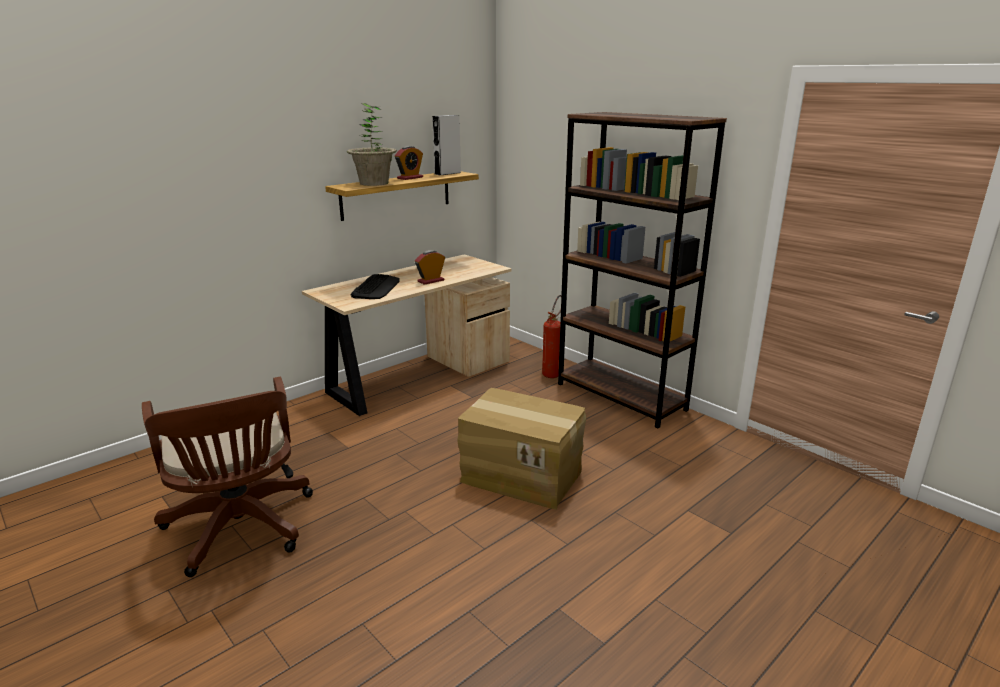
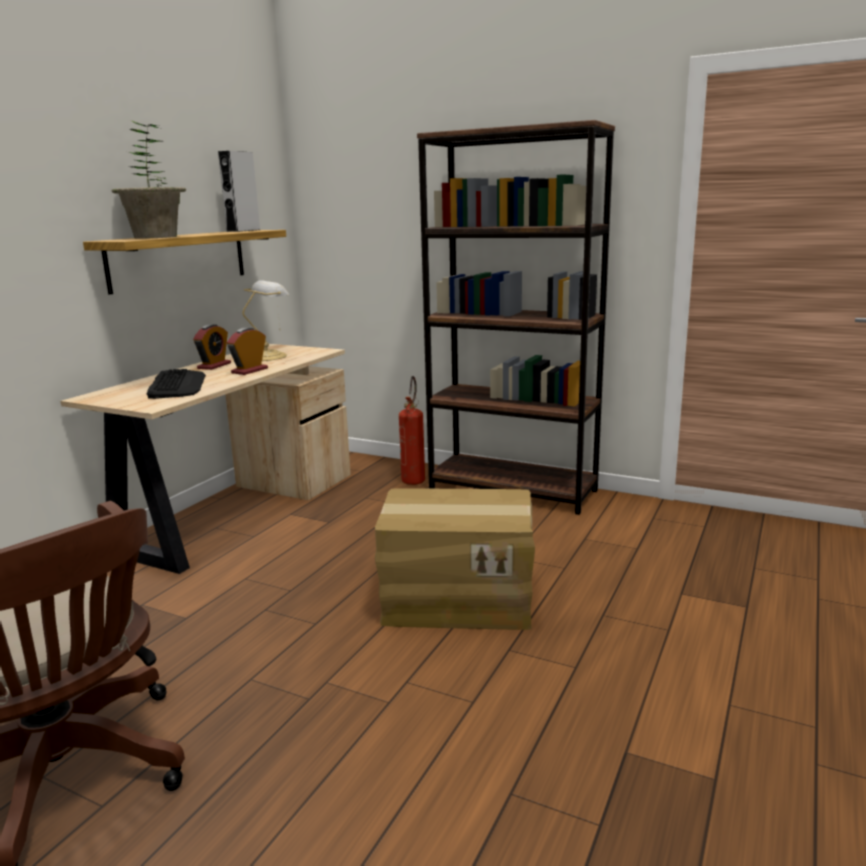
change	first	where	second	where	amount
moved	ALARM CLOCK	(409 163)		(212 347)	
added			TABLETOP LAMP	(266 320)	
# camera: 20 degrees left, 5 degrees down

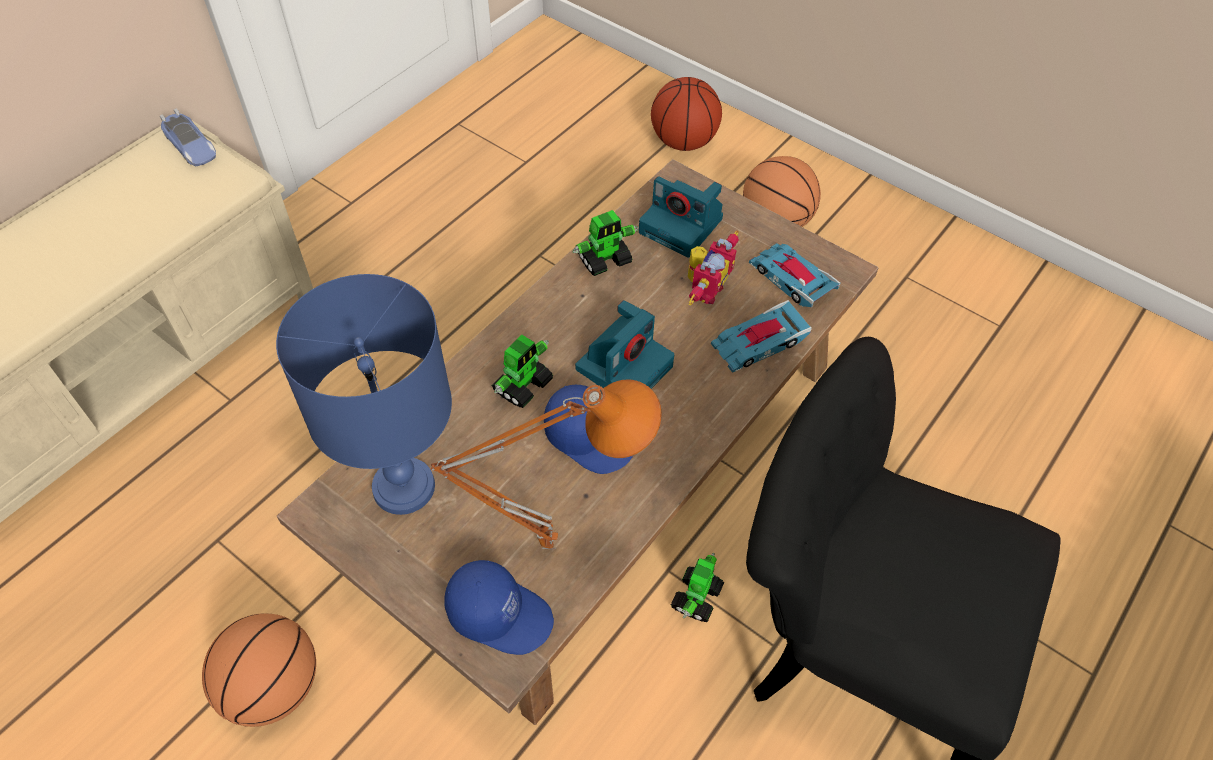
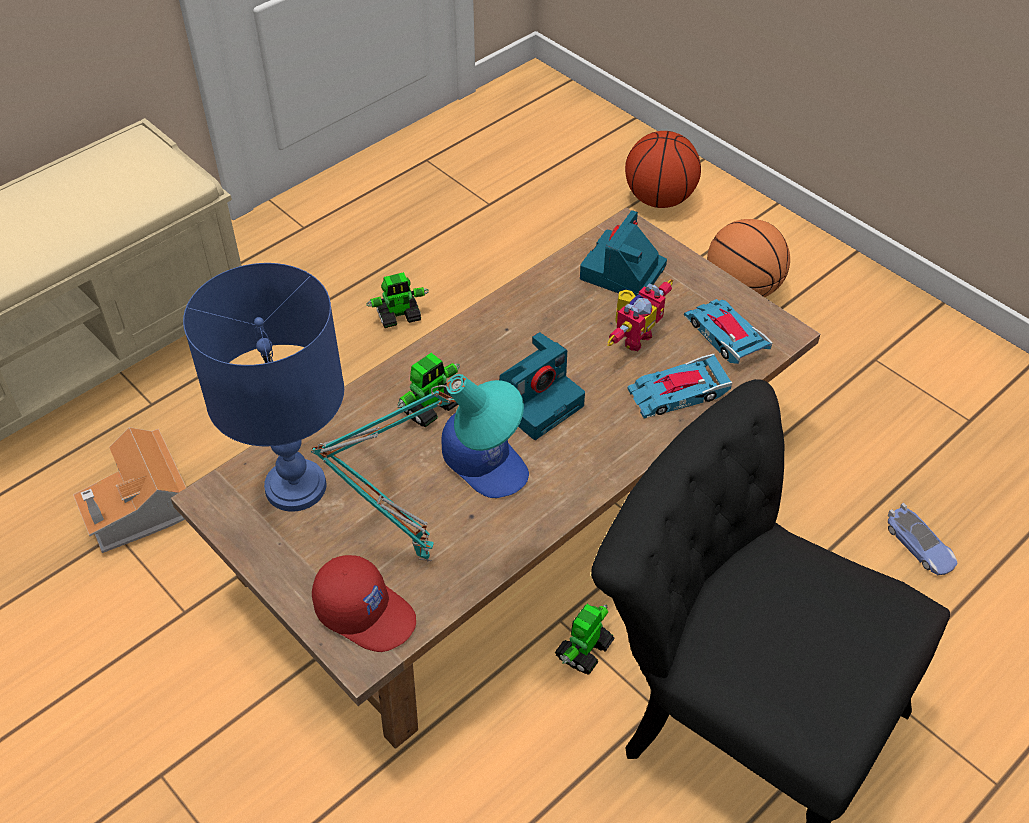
change	first	where	second	where	amount
moved	MODEL CAR	(188 137)		(923 539)	
turned	STILL CAMERA	(681 217)		(623 253)	75 degrees clockwise
moved	MODEL ROBOT	(606 243)		(397 300)	
recoloured	ORANGE TABLETOP LAMP	(546 464)	BLUE-GREEN TABLETOP LAMP	(417 468)	
recoloured	BLUISH CAP	(499 607)	REDDISH CAP	(364 603)	
removed	BASKETBALL BALL	(259 670)			
added			TOY HOUSE	(129 490)	
# camera: 10 degrees right, 5 degrees down

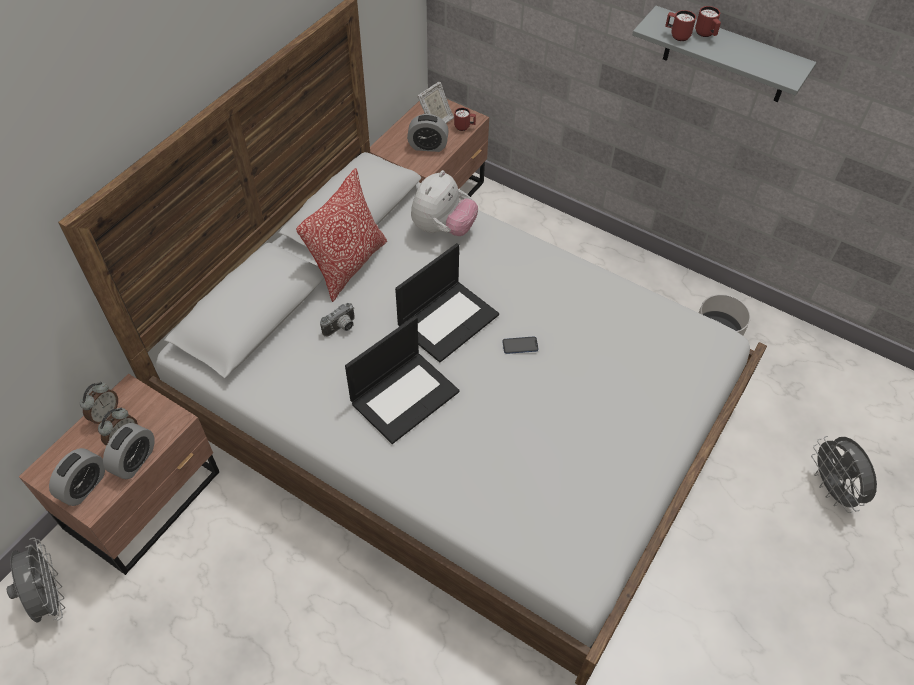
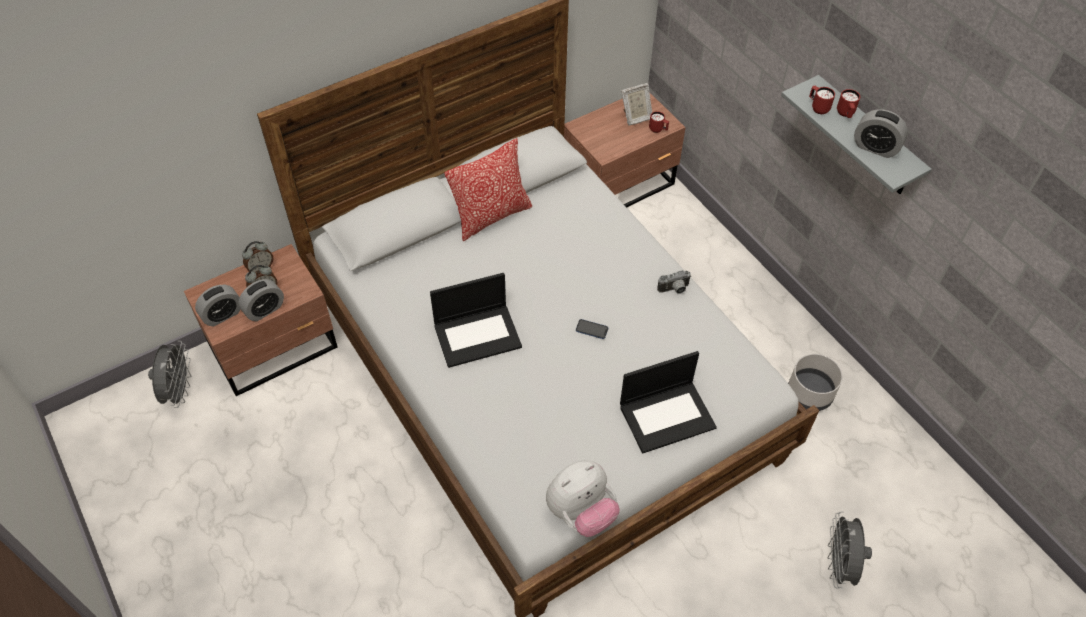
change	first	where	second	where	amount
moved	ALARM CLOCK	(428 133)		(881 133)	
moved	PLUSH TOY	(444 203)		(583 498)	
moved	NOTEBOOK COMPUTER	(447 302)		(668 402)	
moved	STILL CAMERA	(337 320)		(674 282)	
# camera: 25 degrees right, 0 degrees up

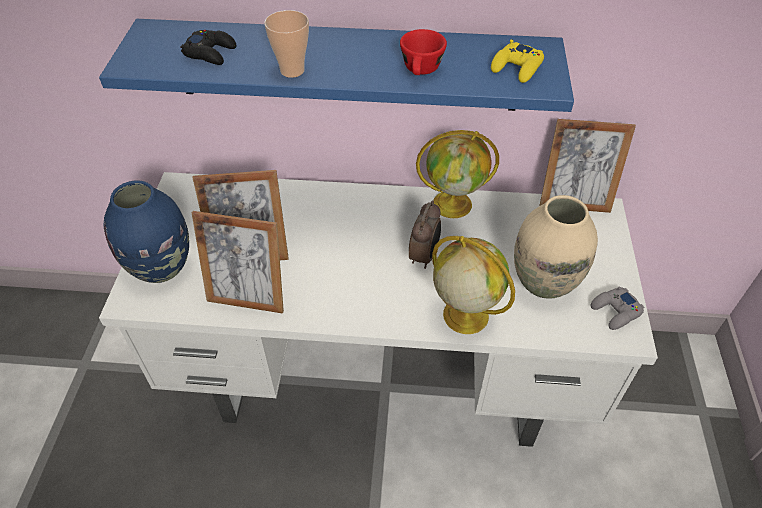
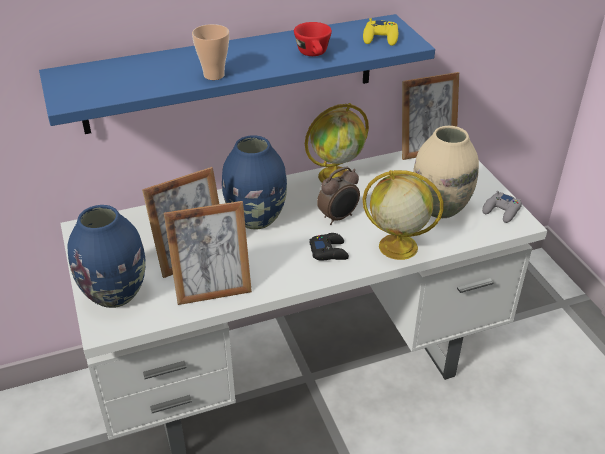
change	first	where	second	where	amount
moved	BLACKISH GAME CONTROLLER	(208 47)		(329 247)	
turned	ALARM CLOCK	(425 234)		(338 196)	60 degrees clockwise
added			BLUISH FLOWER VASE	(254 182)	
# camera: 25 degrees left, 10 degrees down

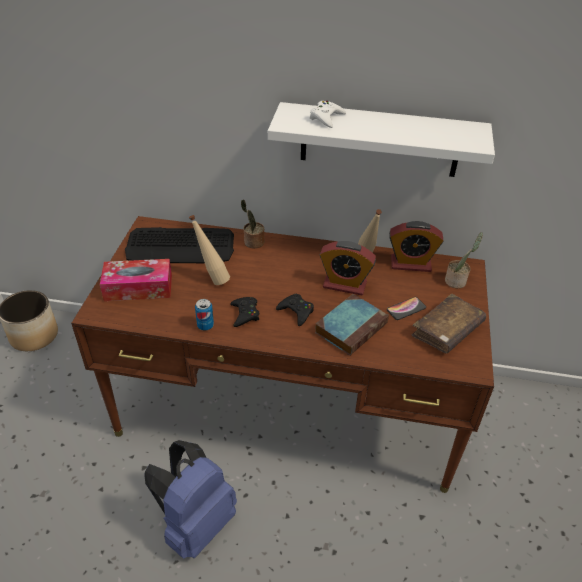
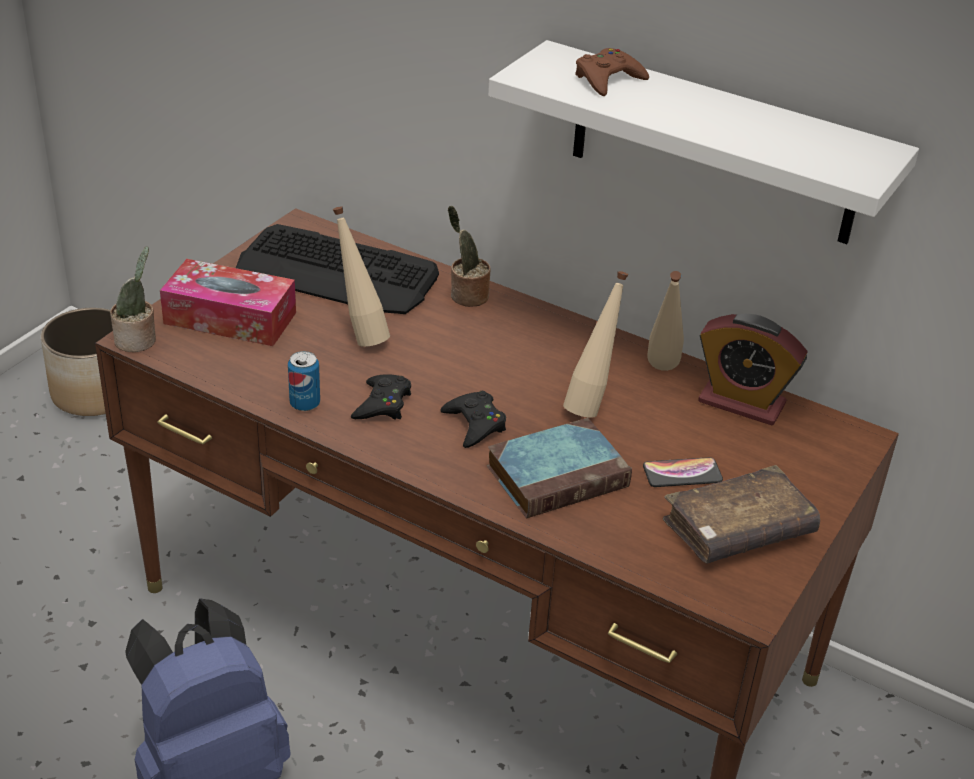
change	first	where	second	where	amount
recoloured	WHITE-COLOURED GAME CONTROLLER	(328 114)	BROWN GAME CONTROLLER	(612 72)	
moved	HOUSEPLANT	(464 260)		(133 299)	
replaced	ALARM CLOCK	(348 268)	SAND-COLOURED BEVERAGE BOTTLE	(595 344)	
# camera: 20 degrees right, 5 degrees down

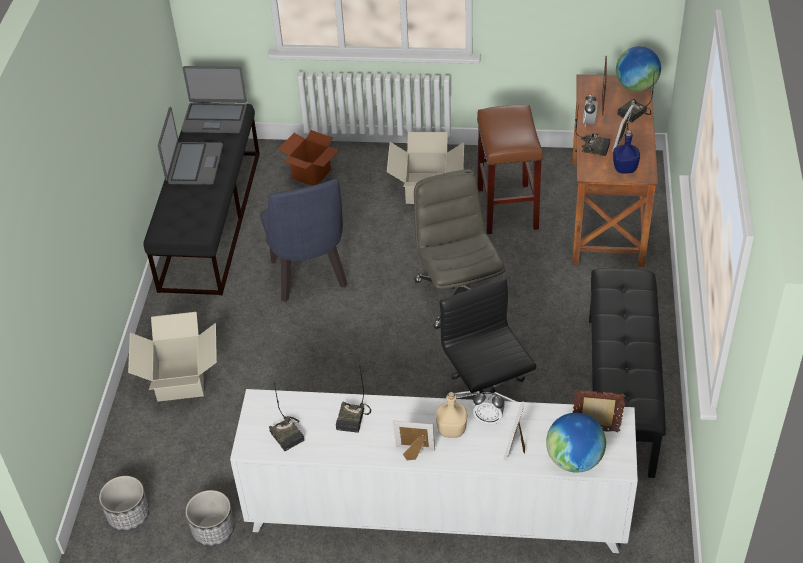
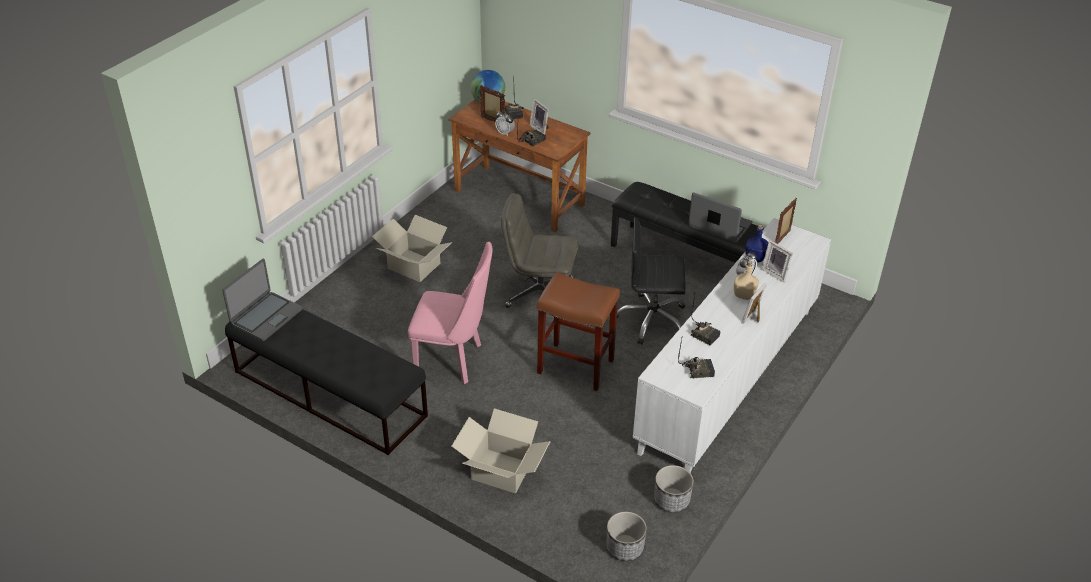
change	first	where	second	where	amount
moved	BROWN STOOL SEAT	(510 169)		(578 331)	
moved	NOTEBOOK COMPUTER	(190 146)		(720 217)	
removed	PACKING BOX	(309 158)			
moved	BLUISH BEVERAGE BOTTLE	(626 152)		(757 243)	
recoloured	BLUISH CHAIR	(304 240)	PINK CHAIR	(450 313)	
removed	GLOBE	(576 443)			
# camera: 65 degrees left, 5 degrees down

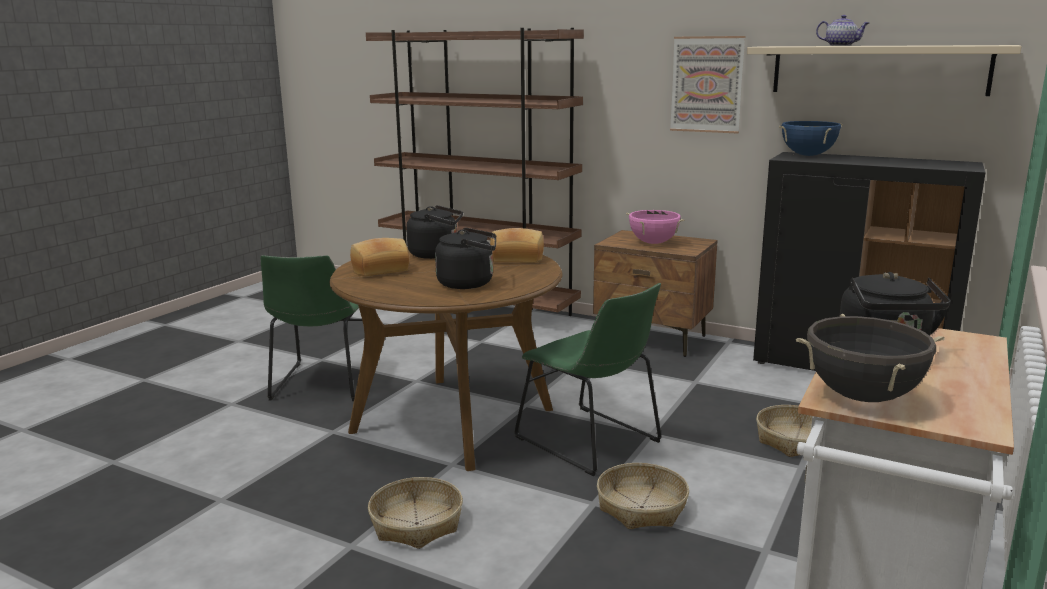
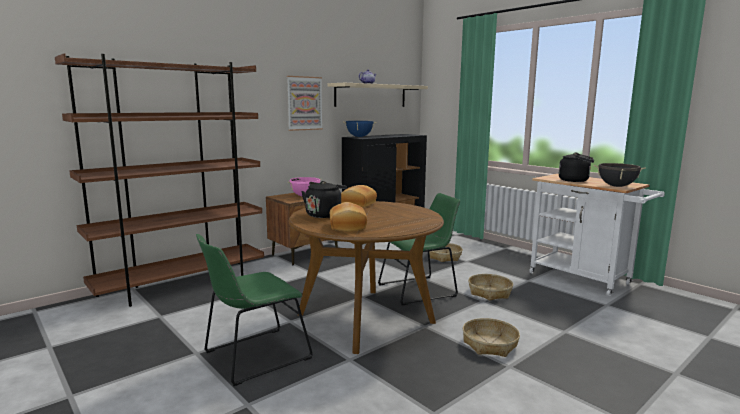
change	first	where	second	where	amount
removed	BLACKISH TEA KETTLE	(465 258)			
turned	GREENISH CHAIR	(311 328)		(254 310)	120 degrees clockwise
# camera: 70 degrees left, 5 degrees down

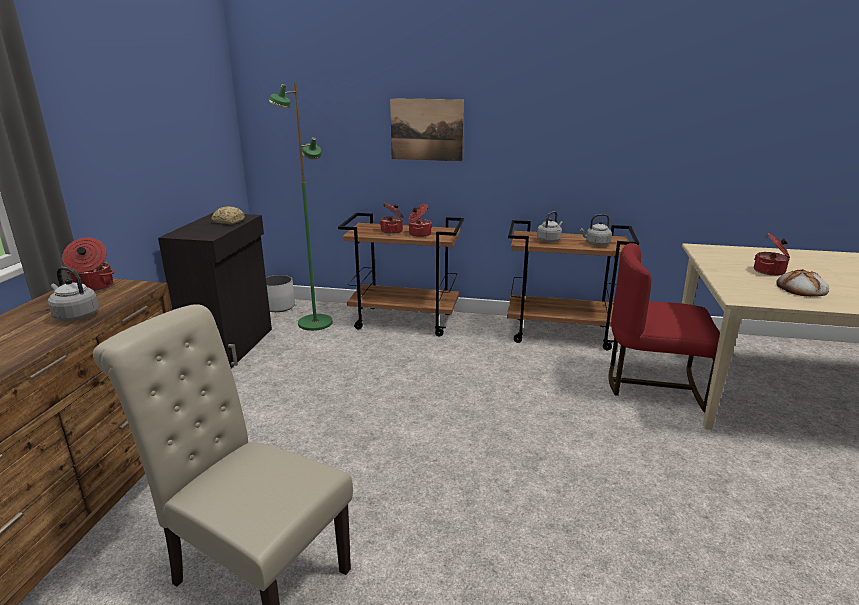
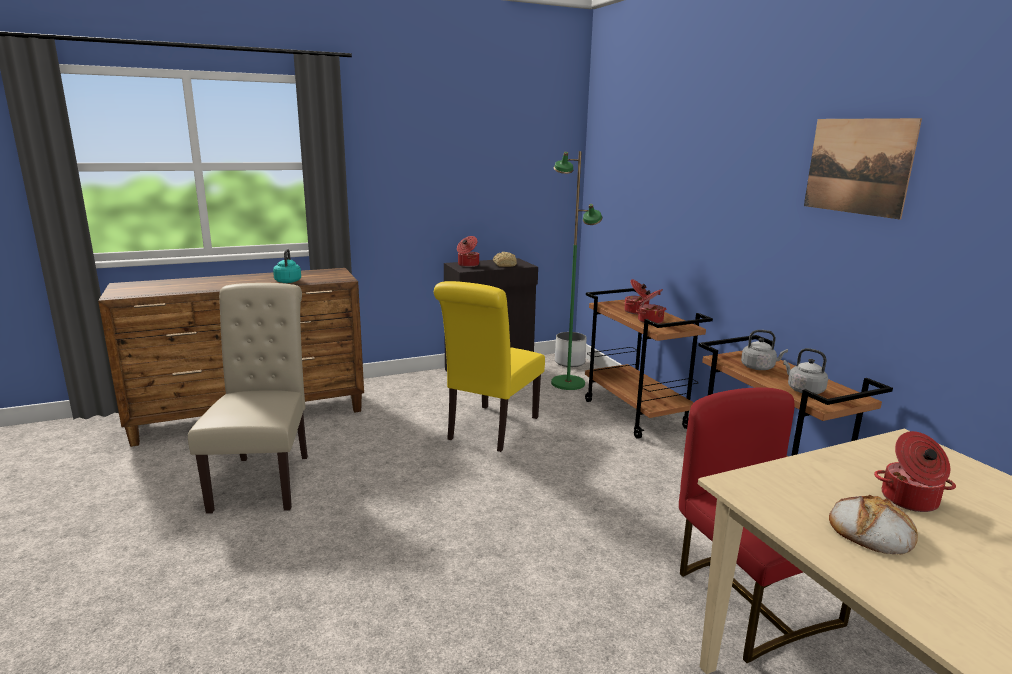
change	first	where	second	where	amount
moved	PICTURE	(427 129)		(863 168)	
moved	COOKING POT	(88 264)		(468 251)	
recoloured	GREYISH TEA KETTLE	(73 294)	BLUE-GREEN TEA KETTLE	(287 266)	
added			YELLOW CHAIR	(489 366)	
# camera: 55 degrees right, 5 degrees down

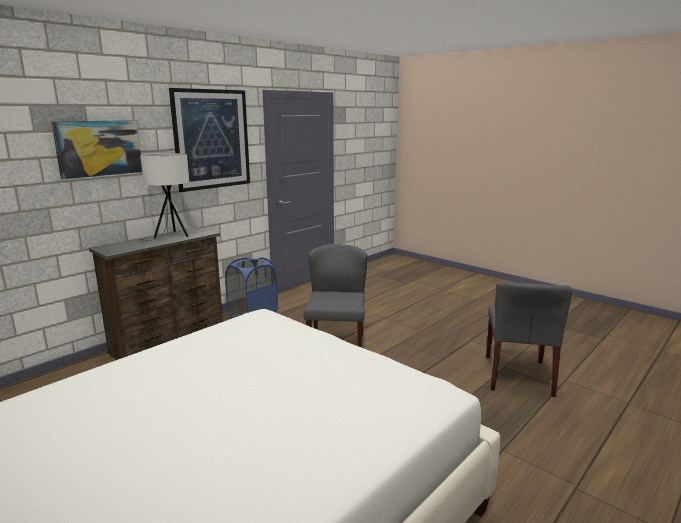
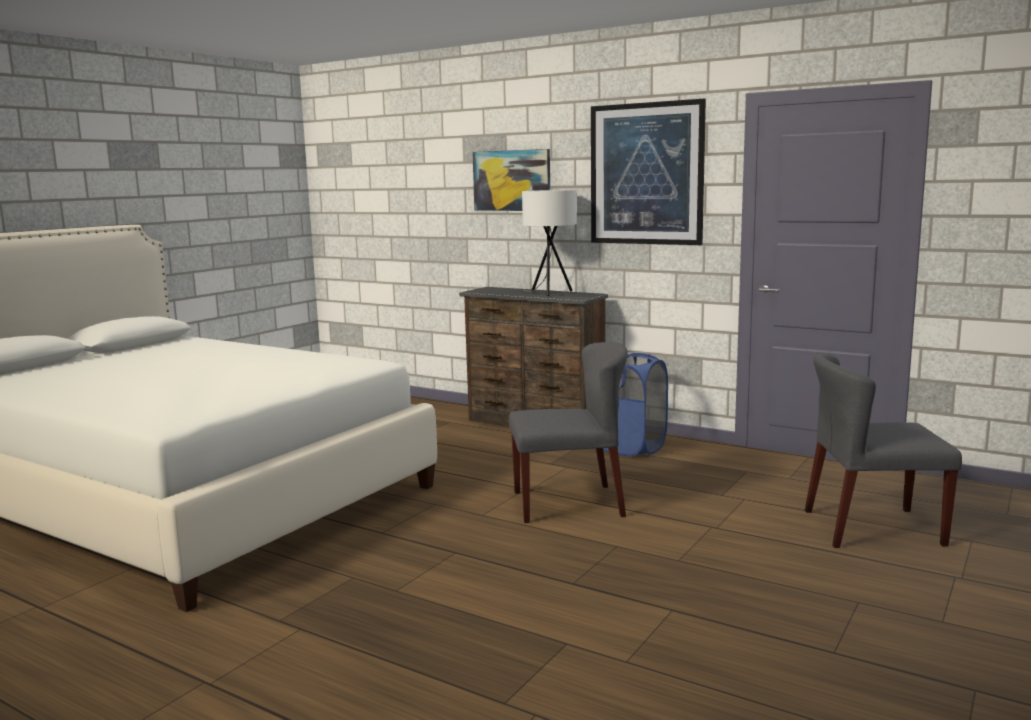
change	first	where	second	where	amount
moved	GREYISH CHAIR	(529 339)		(883 451)	
# camera: 80 degrees right, 5 degrees down

